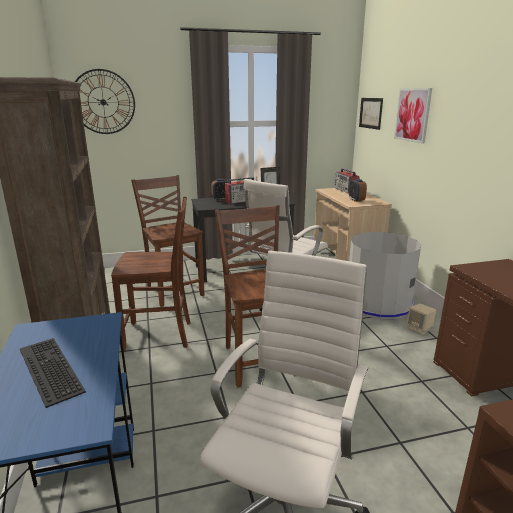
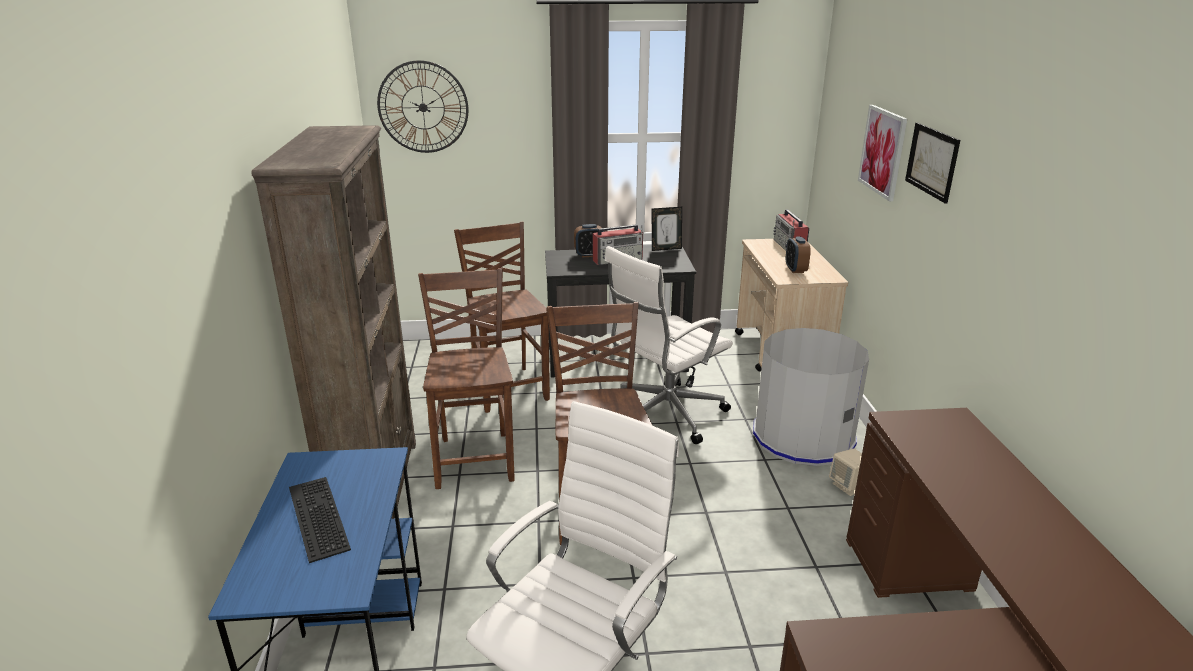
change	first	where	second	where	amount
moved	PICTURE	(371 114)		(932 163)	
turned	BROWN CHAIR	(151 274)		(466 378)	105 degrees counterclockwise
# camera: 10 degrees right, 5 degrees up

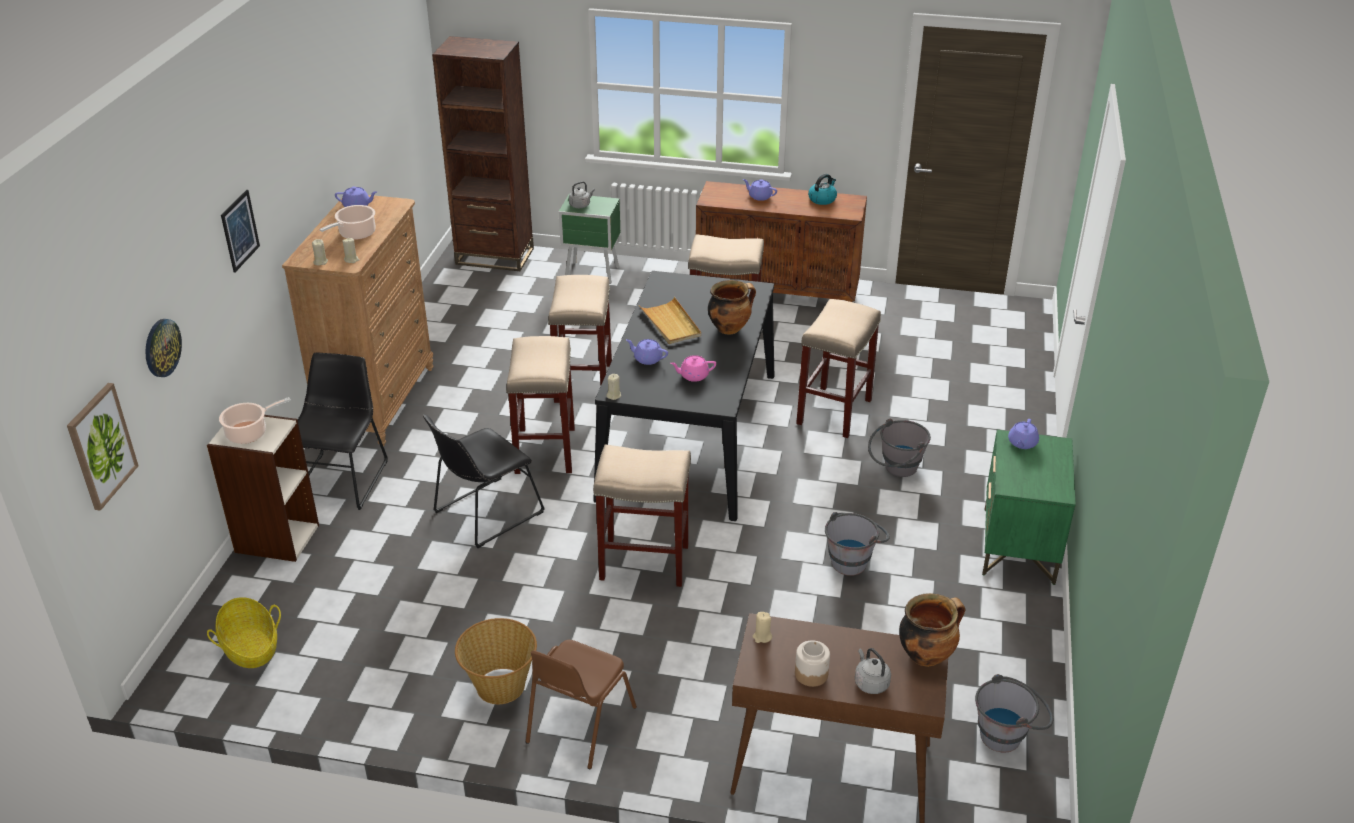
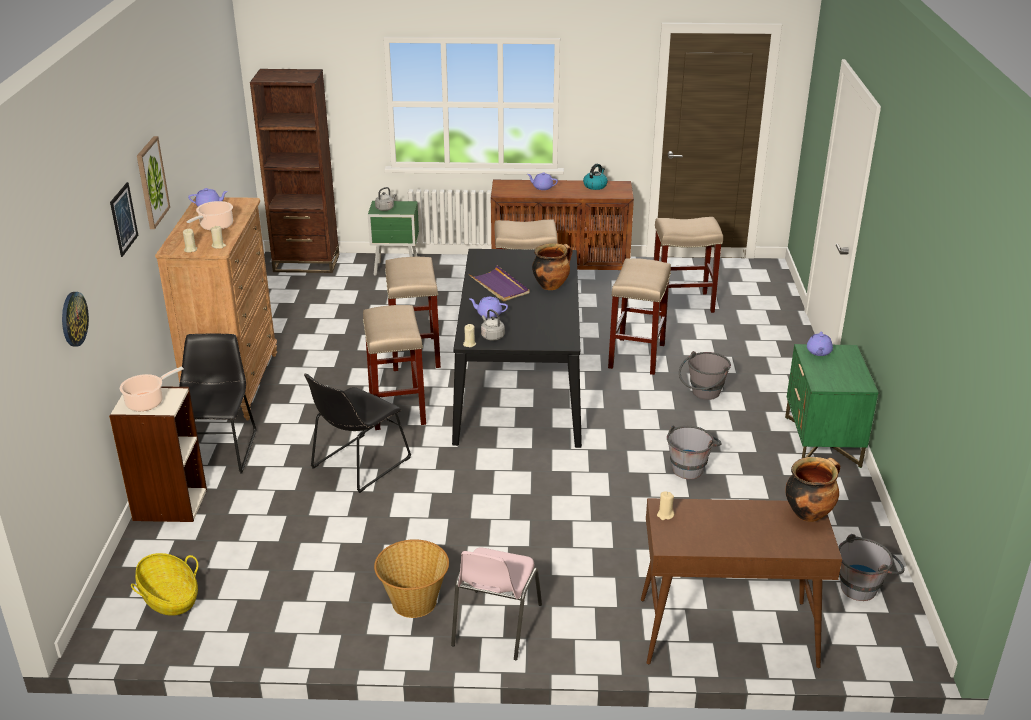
change	first	where	second	where	amount
recoloured	SAND-COLOURED CARRYING TRAY	(670 320)	PURPLISH CARRYING TRAY	(499 284)	
removed	PINK TEAPOT	(693 368)			
moved	PICTURE	(103 447)		(153 182)	
moved	SAND-COLOURED STOOL SEAT	(642 515)		(688 265)	
recoloured	BROWN CHAIR	(581 704)	PINK CHAIR	(496 603)	
removed	PRESERVE JAR	(812 663)			
moved	GREYISH TEA KETTLE	(873 671)		(493 325)	
# camera: 10 degrees left, 5 degrees down

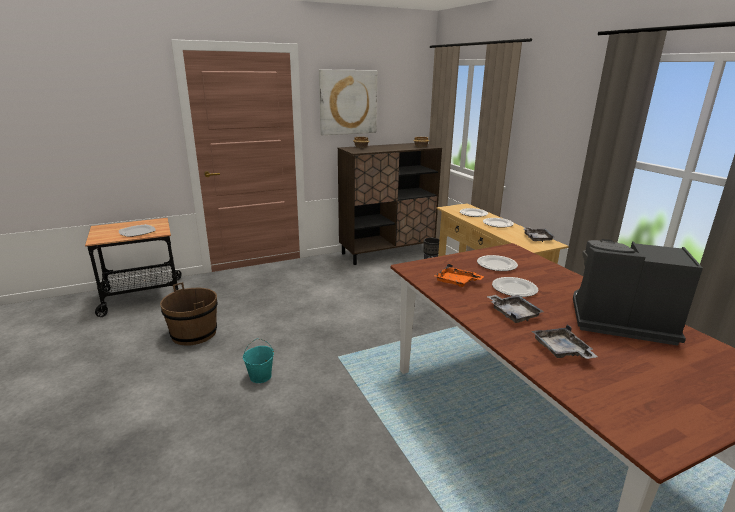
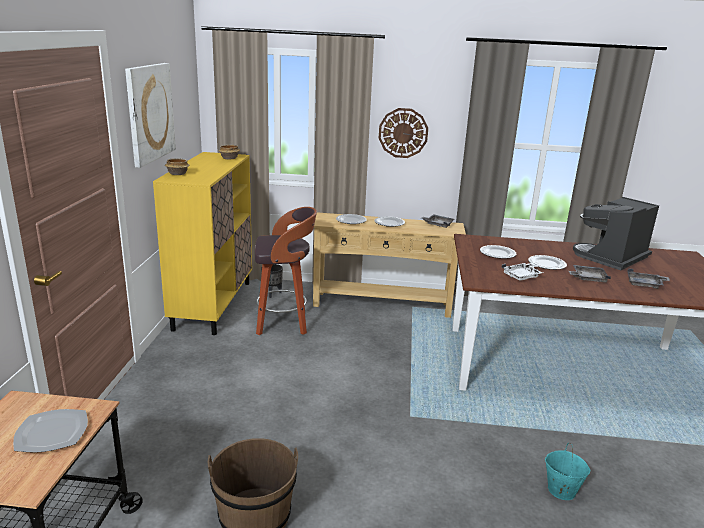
change	first	where	second	where	amount
recoloured	BROWN CUPBOARD	(390 204)	YELLOW CUPBOARD	(202 243)	
recoloured	ORANGE CARRYING TRAY	(459 275)	WHITE-COLOURED CARRYING TRAY	(522 271)	
moved	BLUE-GREEN PAIL	(258 361)		(567 471)	
added			HANGING CLOCK	(403 133)	
added			STOOL SEAT	(286 271)	
# camera: 60 degrees left, 0 degrees up

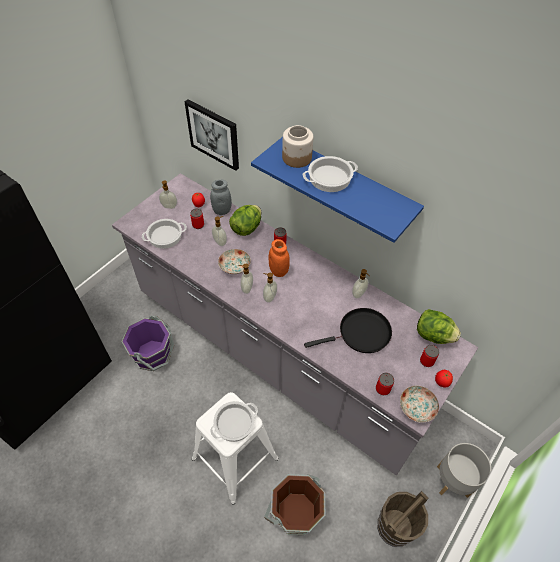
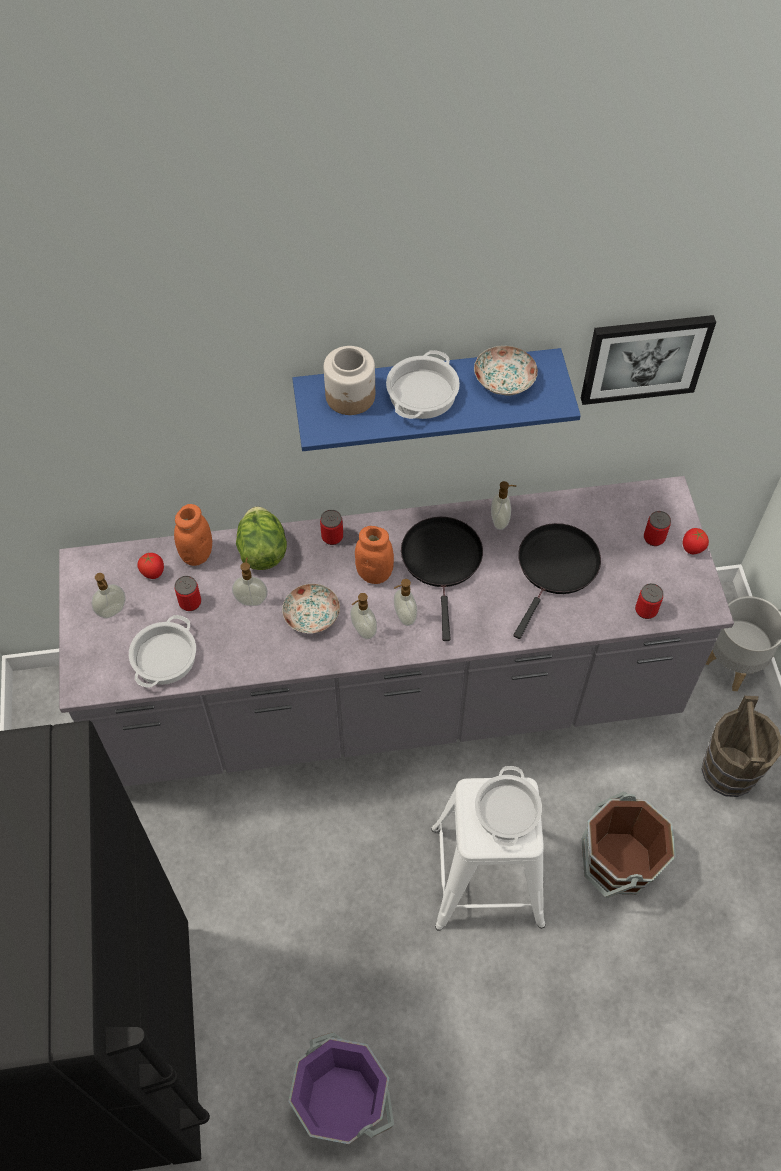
change	first	where	second	where	amount
moved	PICTURE	(212 135)		(648 360)	
recoloured	GREYISH PRESERVE JAR	(221 197)	ORANGE PRESERVE JAR	(193 535)	
removed	LETTUCE HEAD	(439 326)			
moved	PURPLISH PAIL	(147 343)		(341 1088)	
moved	FLAT DISH	(419 404)		(506 371)	
added			BLACKISH FRYING PAN	(442 579)	
# camera: 45 degrees left, 5 degrees up

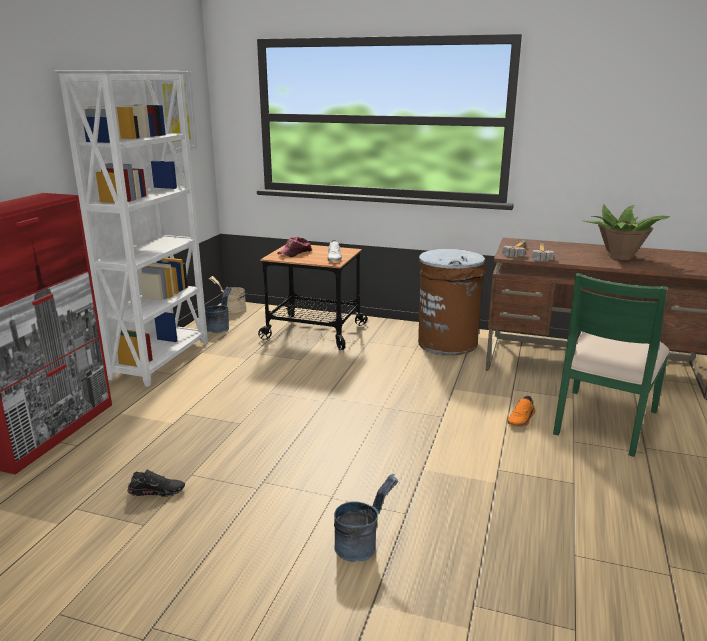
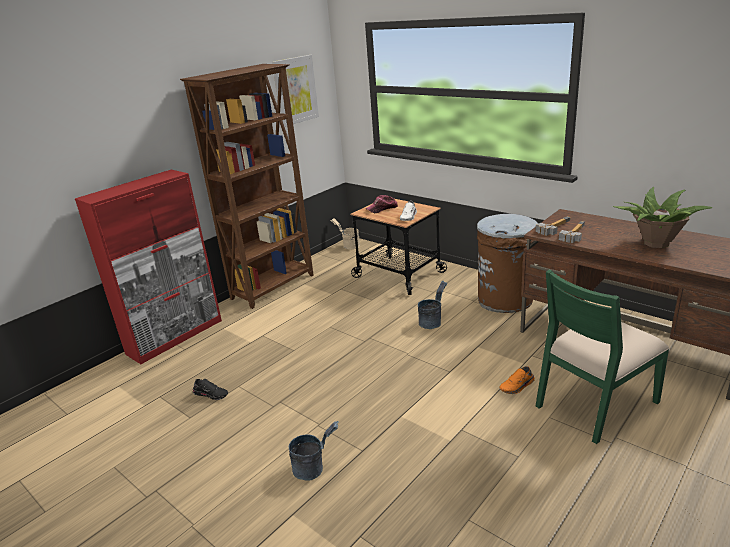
change	first	where	second	where	amount
recoloured	WHITE-COLOURED BOOKCASE	(131 228)	BROWN BOOKCASE	(247 186)	
moved	GREYISH PAIL	(218 310)		(432 305)	
# camera: 25 degrees right, 5 degrees up

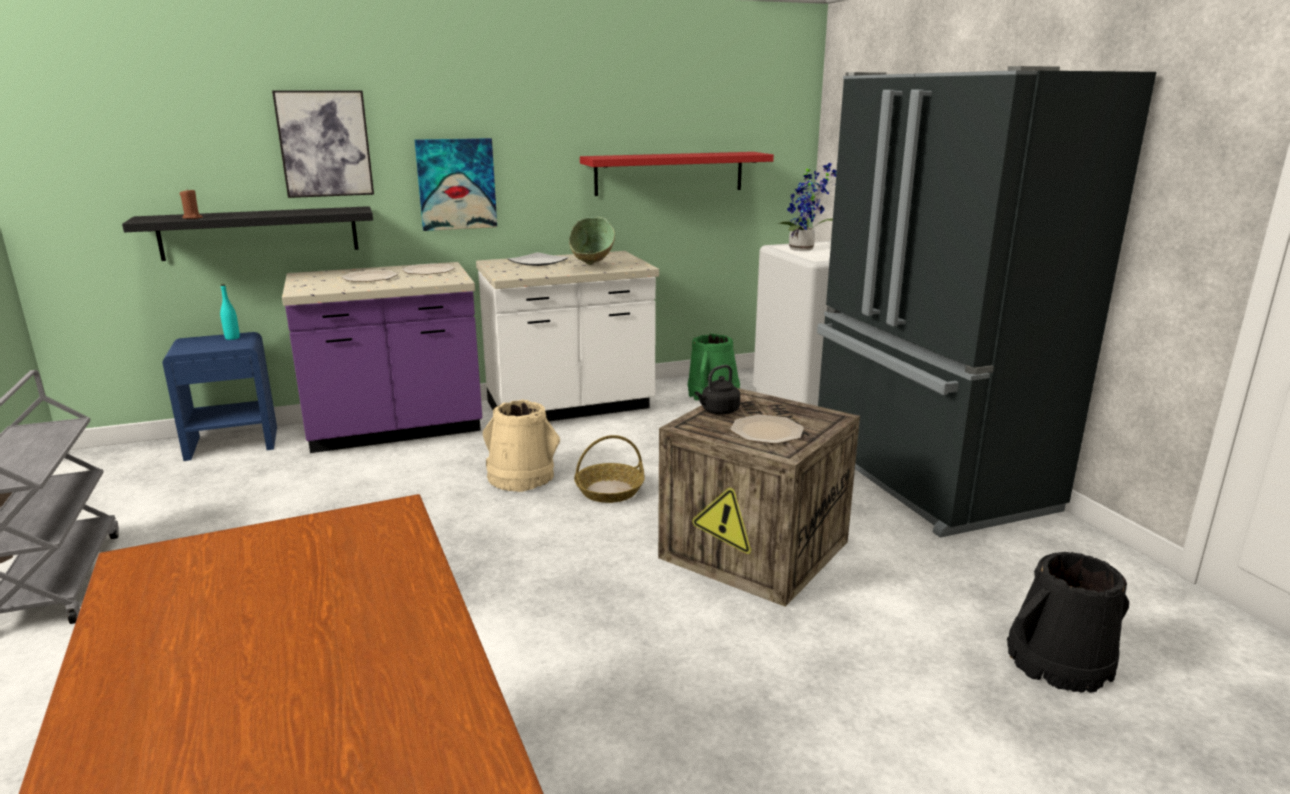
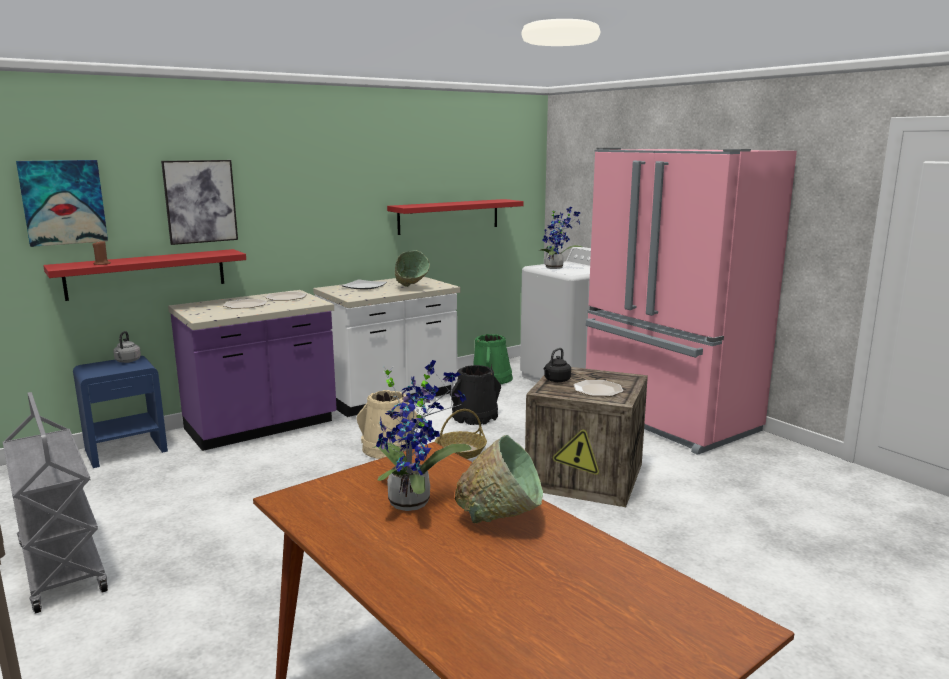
change	first	where	second	where	amount
recoloured	BLACKISH FRIDGE	(986 302)	PINK FRIDGE	(691 301)	
moved	PICTURE	(456 184)		(62 203)	
recoloured	BLACKISH BRACKET SHELF	(247 233)	REDDISH BRACKET SHELF	(144 275)	
replaced	BLUE-GREEN BEVERAGE BOTTLE	(230 312)	GREYISH TEA KETTLE	(127 347)	
moved	BLACKISH PAIL	(1068 622)		(475 395)	
added			HOUSEPLANT	(422 435)	
added			GREENISH SERVING BOWL	(499 479)	
# camera: 15 degrees left, 5 degrees down

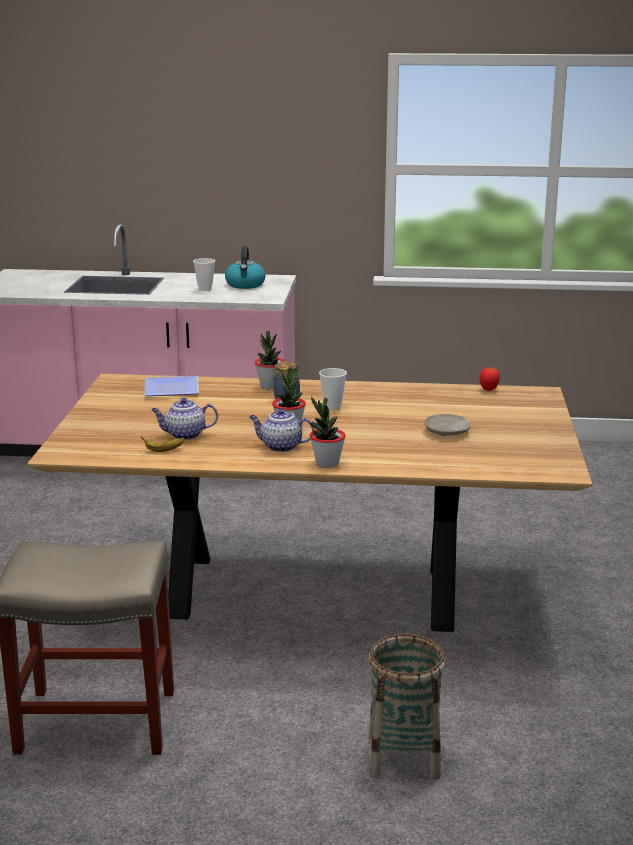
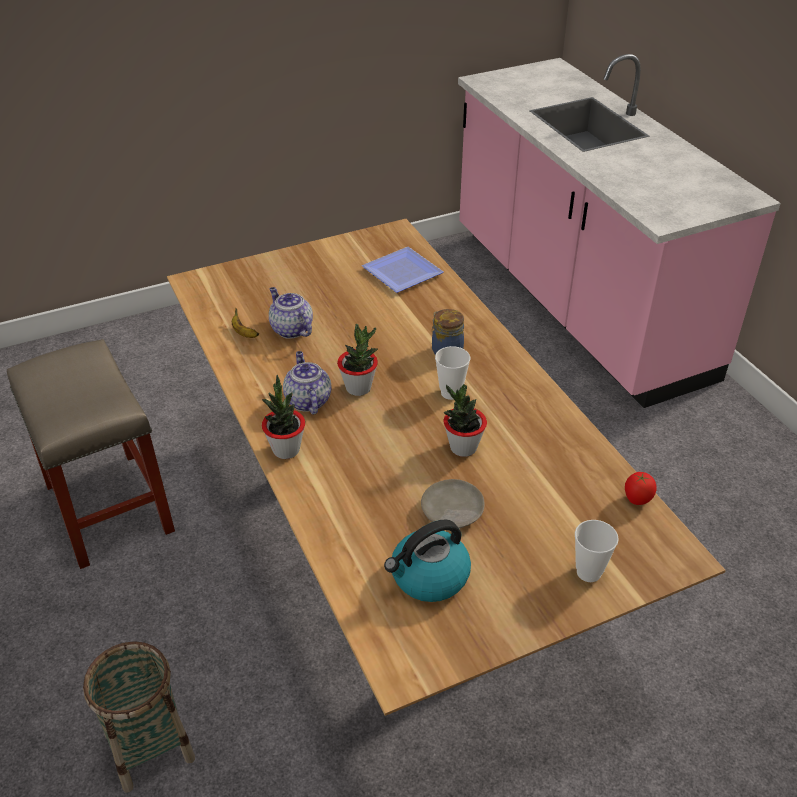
change	first	where	second	where	amount
moved	TEA KETTLE	(245 267)		(427 561)	
moved	SMALL CUP	(204 274)		(597 551)	
moved	HOUSEPLANT	(270 360)		(465 420)	
# camera: 60 degrees right, 20 degrees up

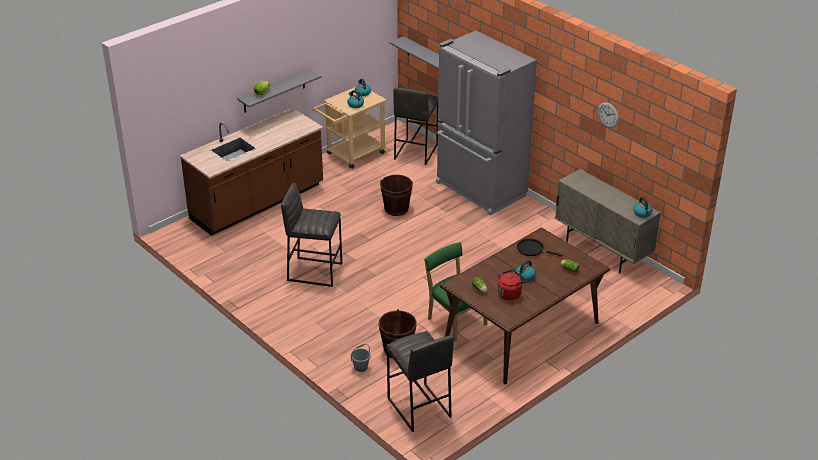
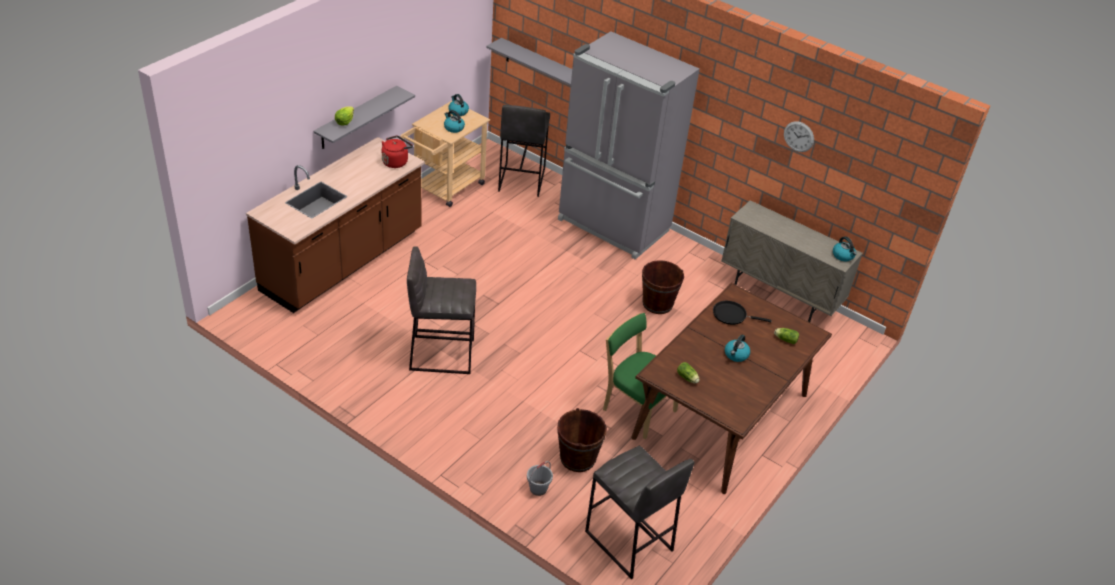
change	first	where	second	where	amount
moved	BROWN PAIL	(396 195)		(663 287)	
moved	REDDISH TEA KETTLE	(512 285)		(397 152)	
# camera: 15 degrees left, 5 degrees up

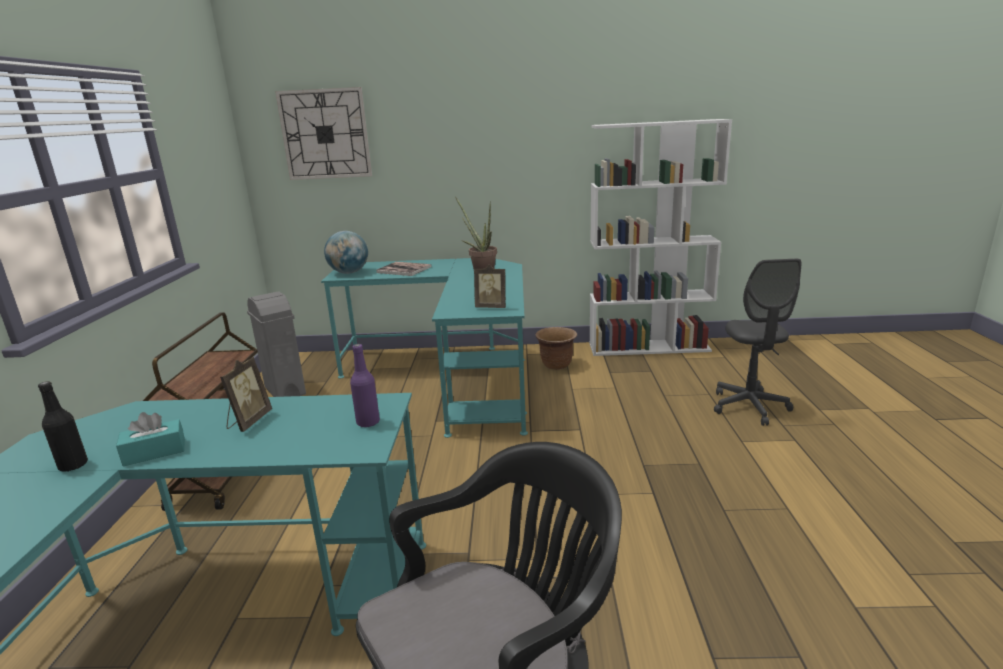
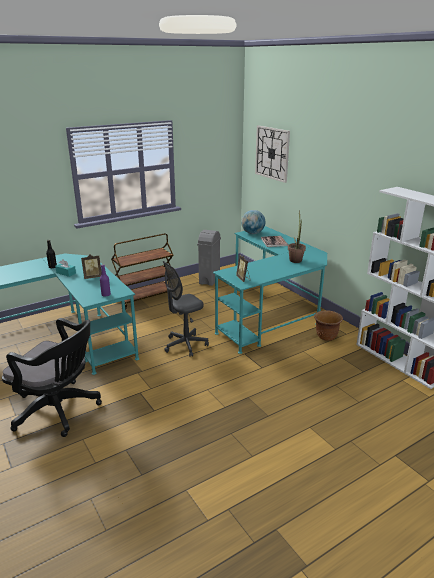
change	first	where	second	where	amount
moved	GREYISH OFFICE CHAIR	(758 342)		(186 309)	
# camera: 55 degrees right, 5 degrees up

